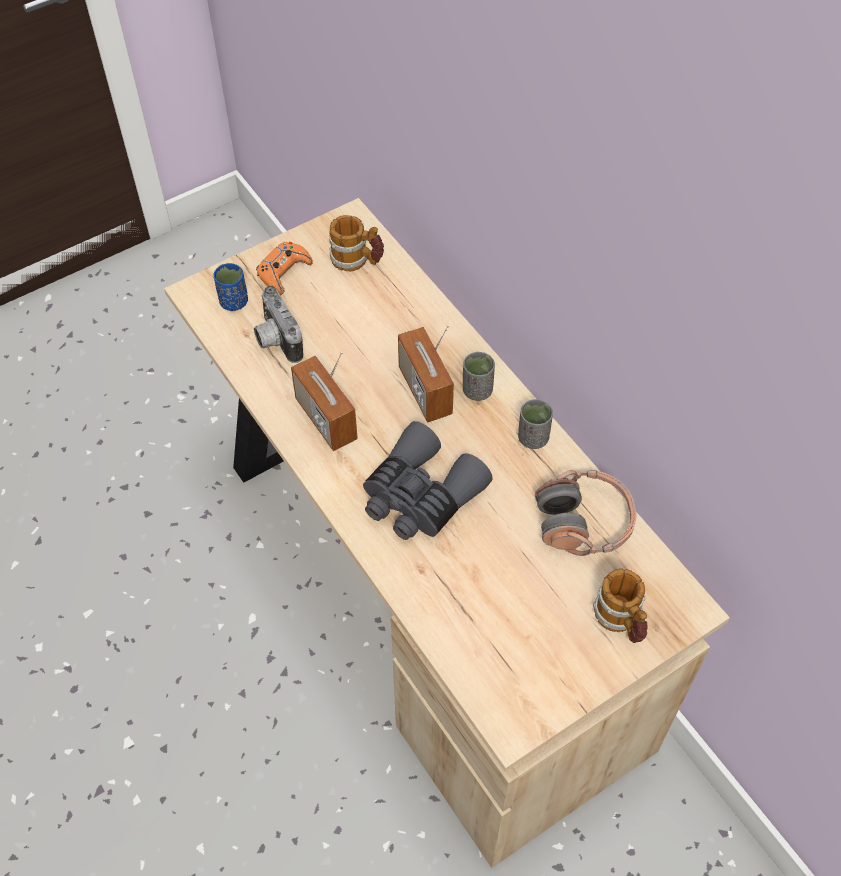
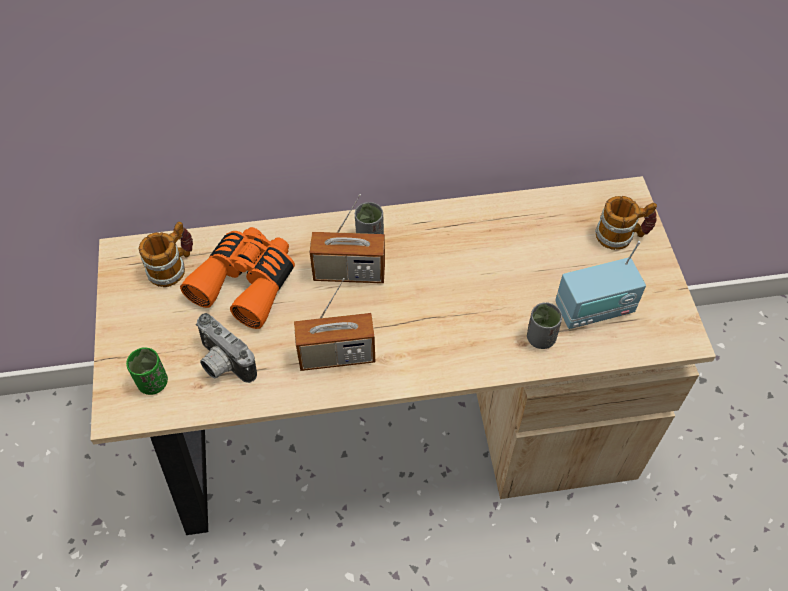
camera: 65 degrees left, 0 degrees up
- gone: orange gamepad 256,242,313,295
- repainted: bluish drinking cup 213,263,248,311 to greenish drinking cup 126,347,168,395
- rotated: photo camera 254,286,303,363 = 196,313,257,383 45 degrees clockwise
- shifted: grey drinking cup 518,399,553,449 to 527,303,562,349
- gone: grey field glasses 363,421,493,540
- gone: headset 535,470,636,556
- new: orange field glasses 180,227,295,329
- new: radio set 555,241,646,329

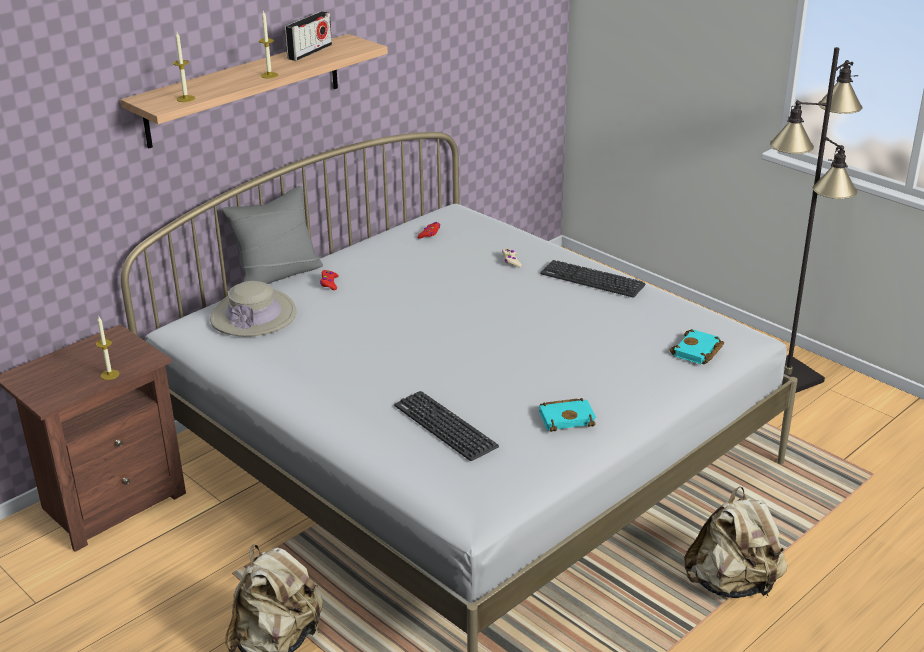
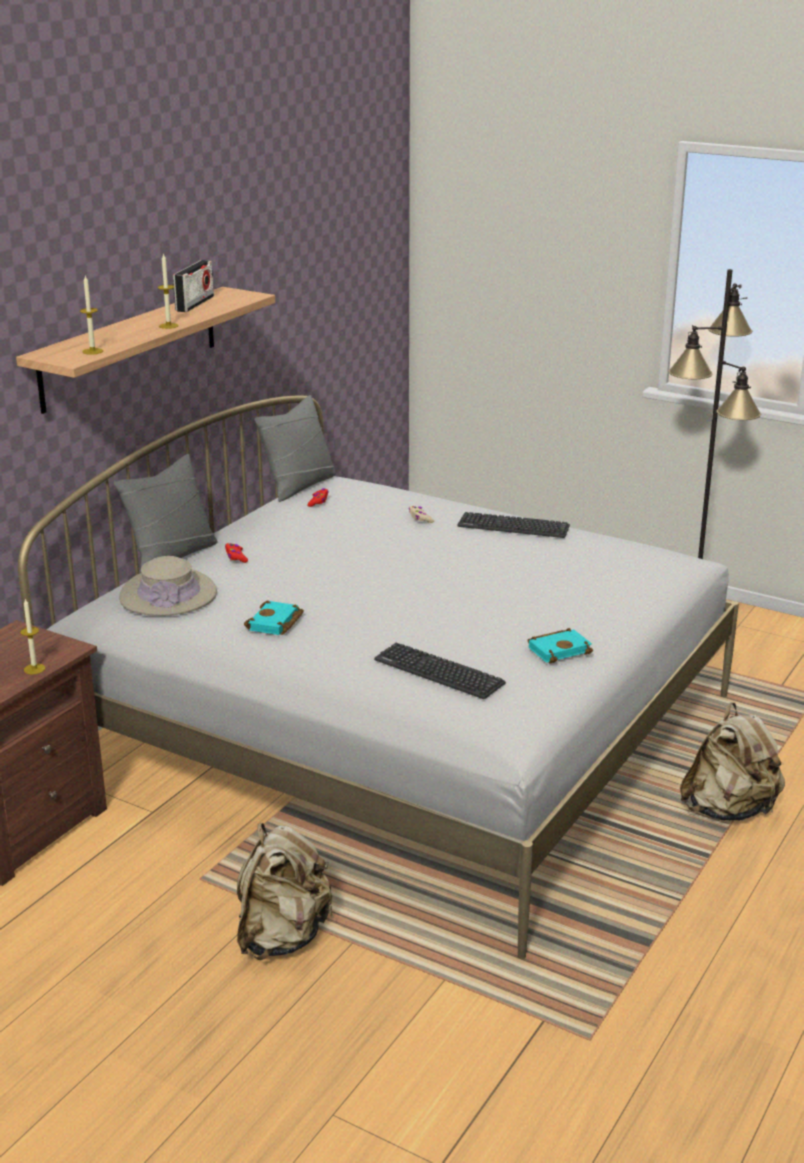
camera: 15 degrees left, 5 degrees down
- shifted: blue-green volume 670,329,724,364 to 244,600,304,635
- new: grey pillow 254,395,336,502

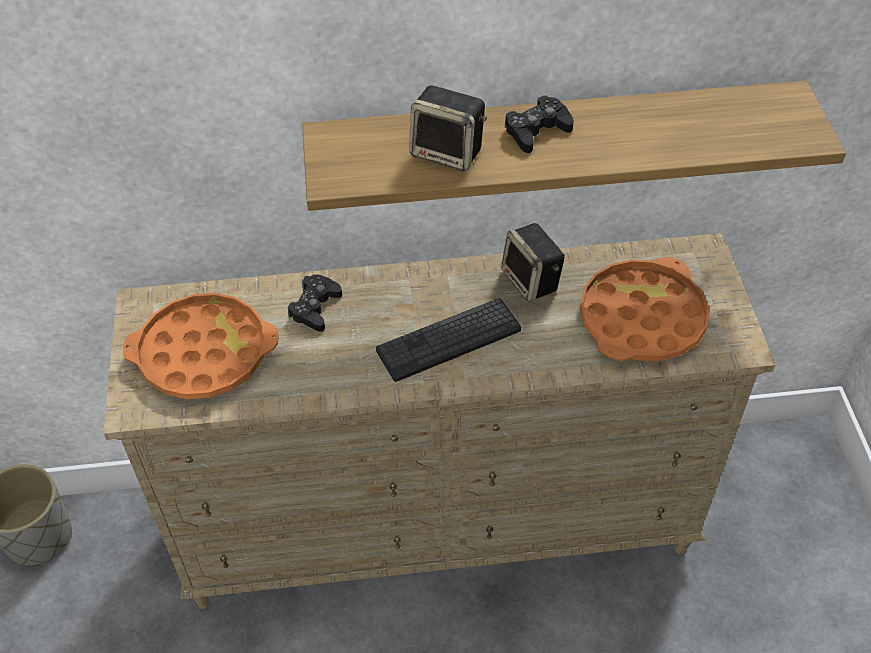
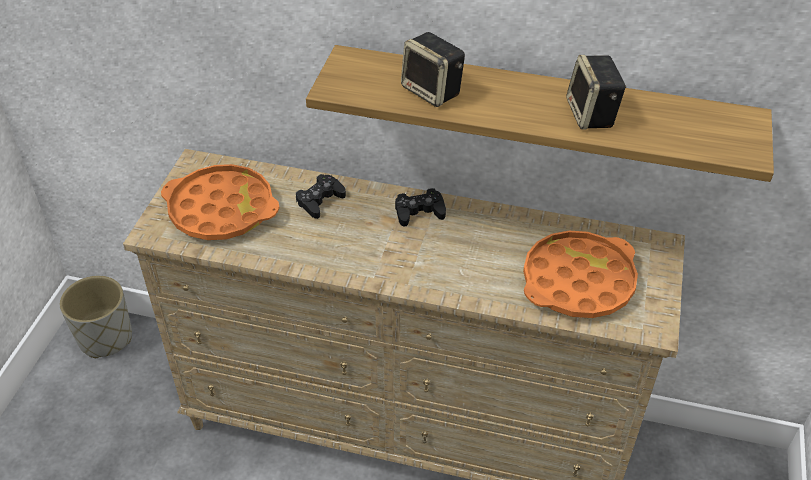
camera: 20 degrees right, 5 degrees down
- shifted: black-coloured gamepad 505,95,574,153 to 395,188,446,227
- shifted: speaker 501,223,565,302 to 566,55,626,129
- gone: PC keyboard 376,298,521,382

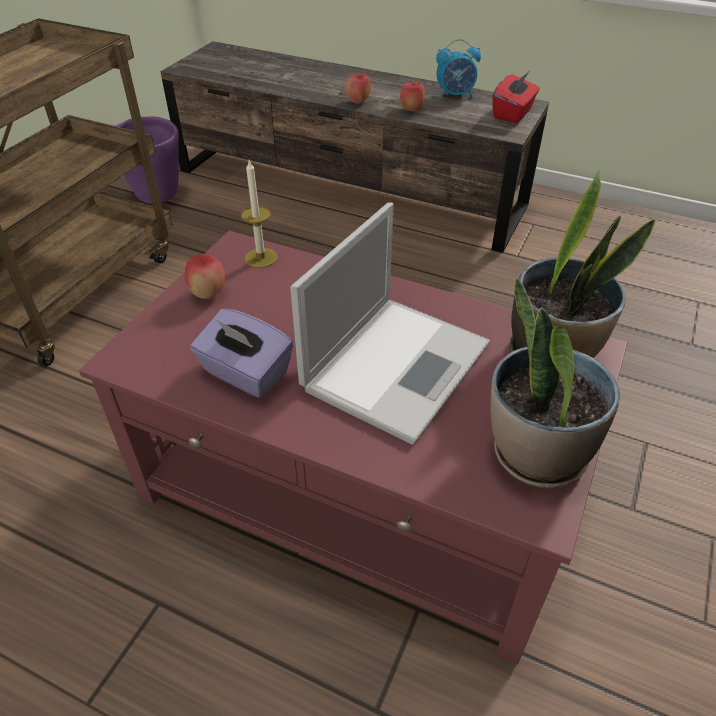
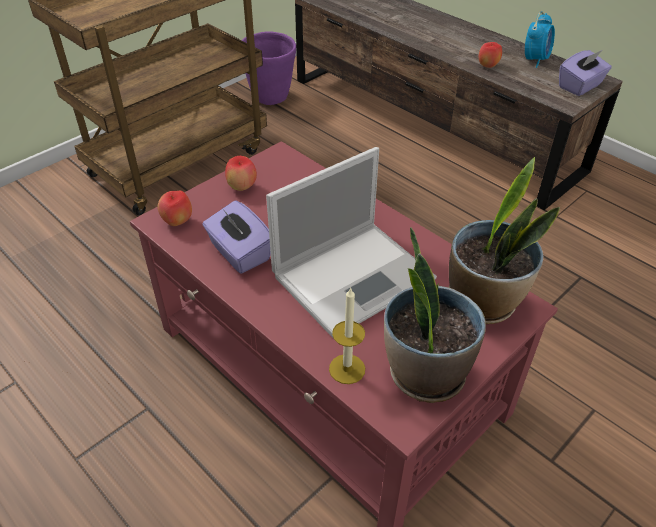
camera: 20 degrees right, 0 degrees up
- rotated: bedside clock 436,39,481,99 = 525,11,555,68 75 degrees counterclockwise
- repainted: reddish box of tissues 493,72,540,123 to purple-coloured box of tissues 559,50,612,96
- shifted: apple fruit 345,73,371,104 to 157,191,192,226
- shifted: wax candle 241,161,278,268 to 329,288,365,384

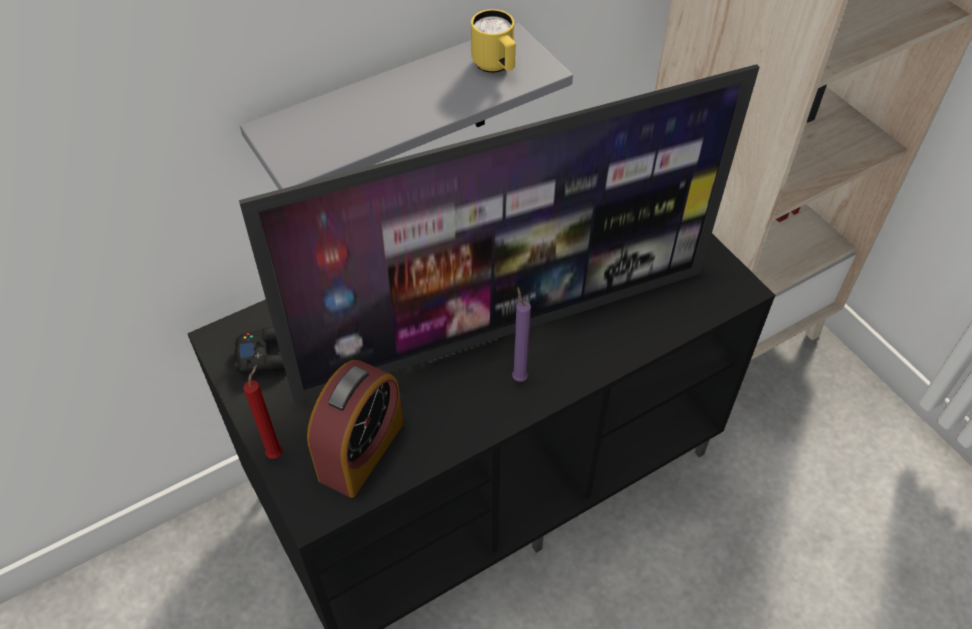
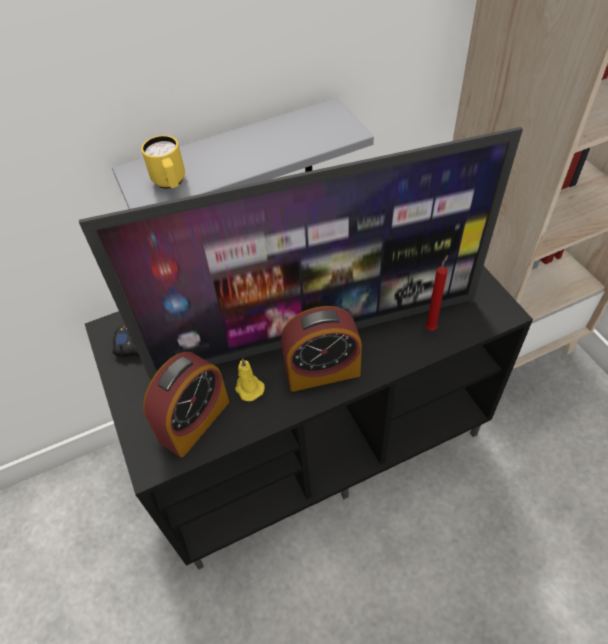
camera: 10 degrees right, 0 degrees up
- shifted: yellow-coloured coffee mug 471,9,516,73 to 141,135,185,189
- swapped: purple-coloured wax candle 512,286,531,382 to bedside clock 281,306,362,392
- shifted: reddish wax candle 243,365,283,459 to 425,255,448,331
- new: yellow-coloured wax candle 235,358,265,401

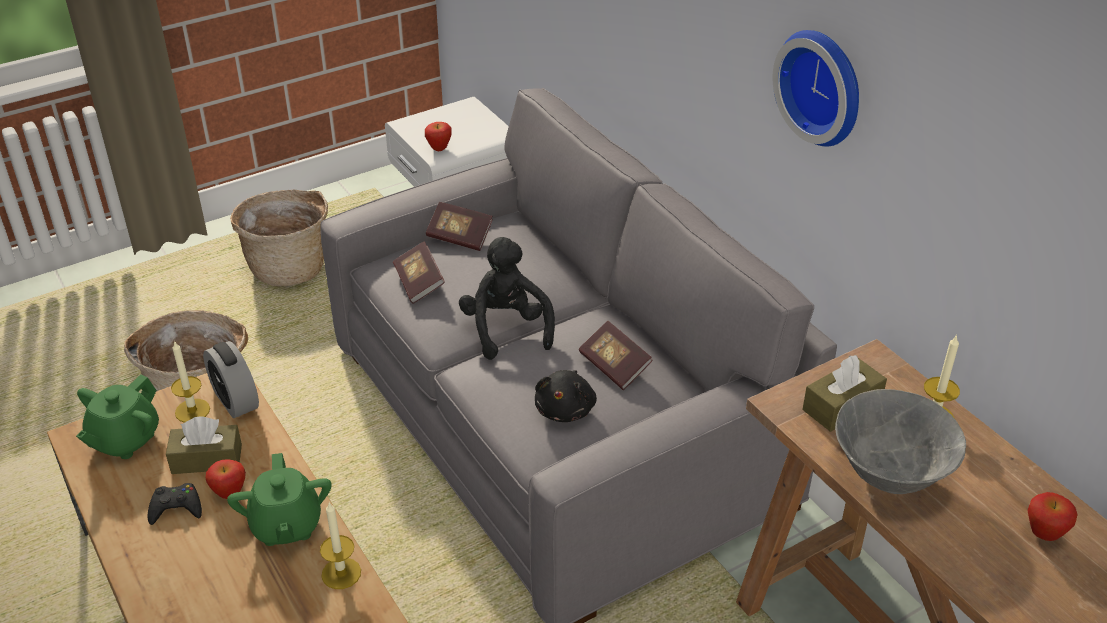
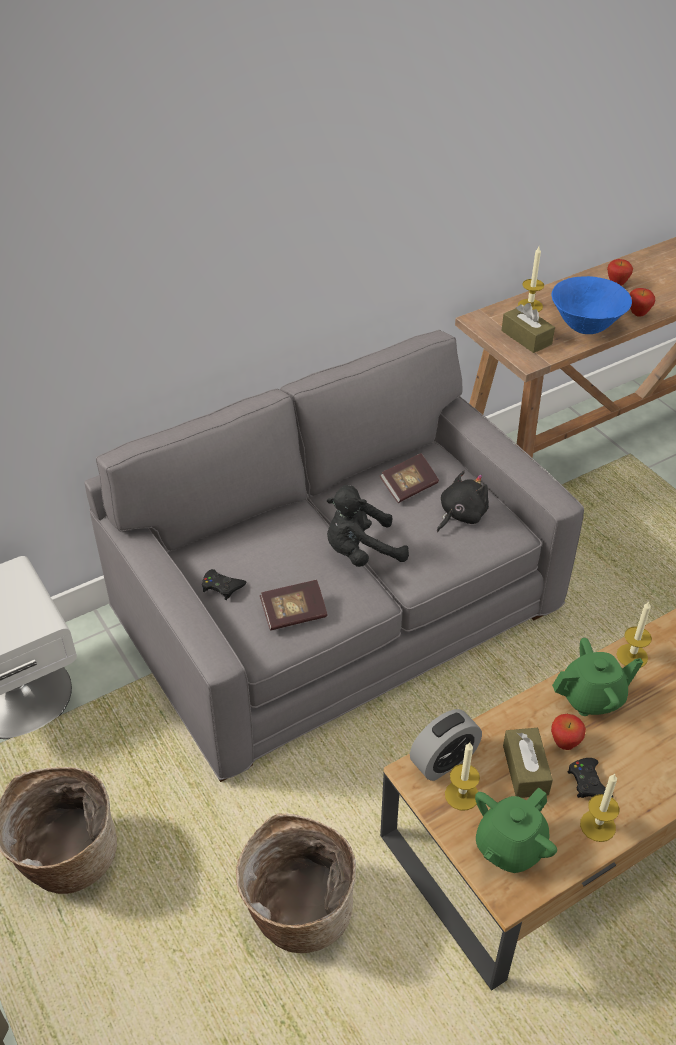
camera: 90 degrees left, 5 degrees up
- gone: wall clock 773,30,859,147
- shifted: apple fruit 425,122,452,151 to 629,288,655,317
- swapped: volume 426,202,493,251 to black-coloured gamepad 202,569,247,600
- rotated: black-coloured cuddly toy 535,370,597,422 = 437,470,489,532 60 degrees counterclockwise
- rotated: greenish tea pot 76,374,159,459 = 475,787,557,873 105 degrees clockwise
- repainted: grey deep dish 835,389,966,494 to bluish deep dish 551,276,632,334
- new: wax candle 580,774,619,842

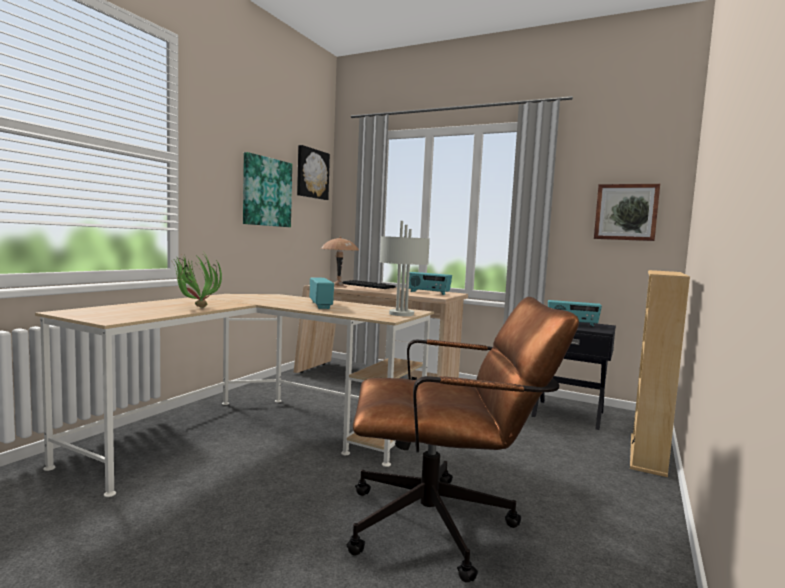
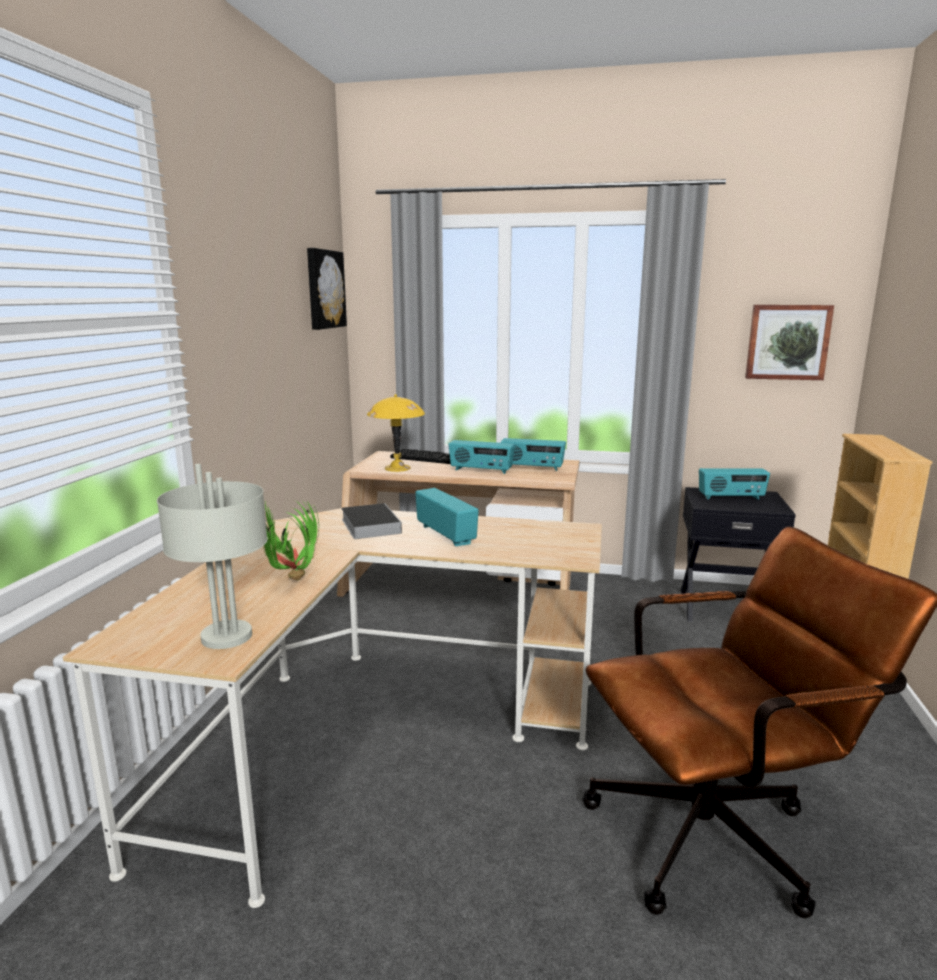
camera: 15 degrees left, 10 degrees up
- gone: picture 243,152,292,227
- shifted: grey tabletop lamp 380,221,430,316 to 157,464,268,649
- repainted: brownish tabletop lamp 321,236,359,288 to yellow-coloured tabletop lamp 367,394,425,472
- new: radio set 448,440,515,474
- new: volume 341,503,402,539

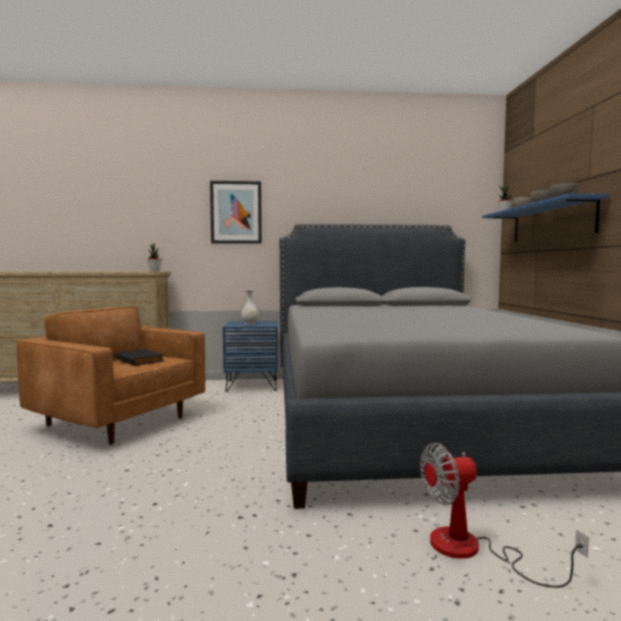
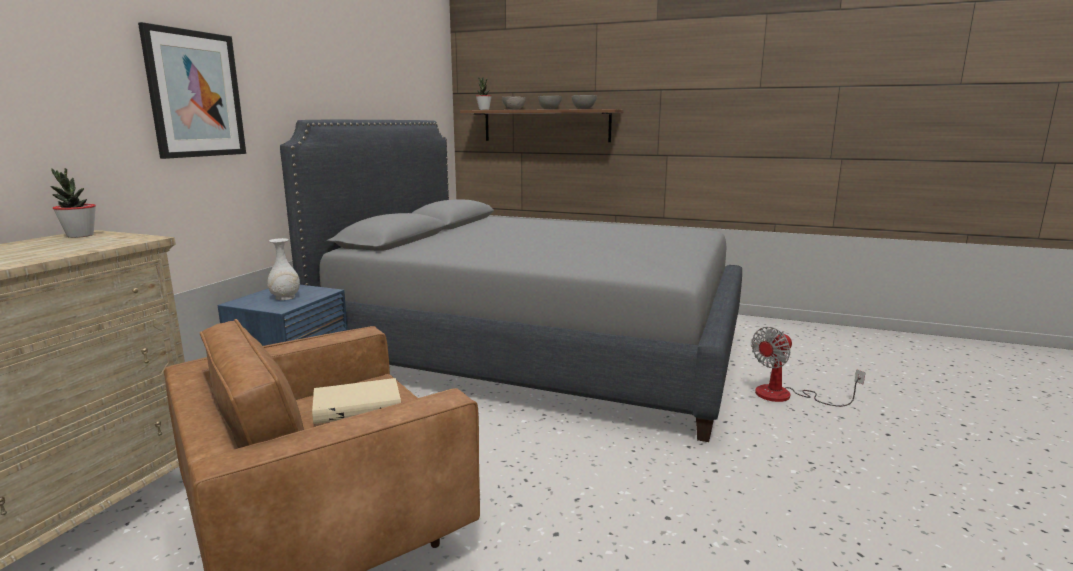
camera: 65 degrees left, 10 degrees up
- repainted: bluish wall shelf 482,194,610,242 to brownish wall shelf 460,109,624,142
- repainted: black-coloured volume 116,349,164,366 to beige volume 312,378,401,424
- rotated: cooling fan 420,443,589,588 = 751,327,866,406 45 degrees clockwise

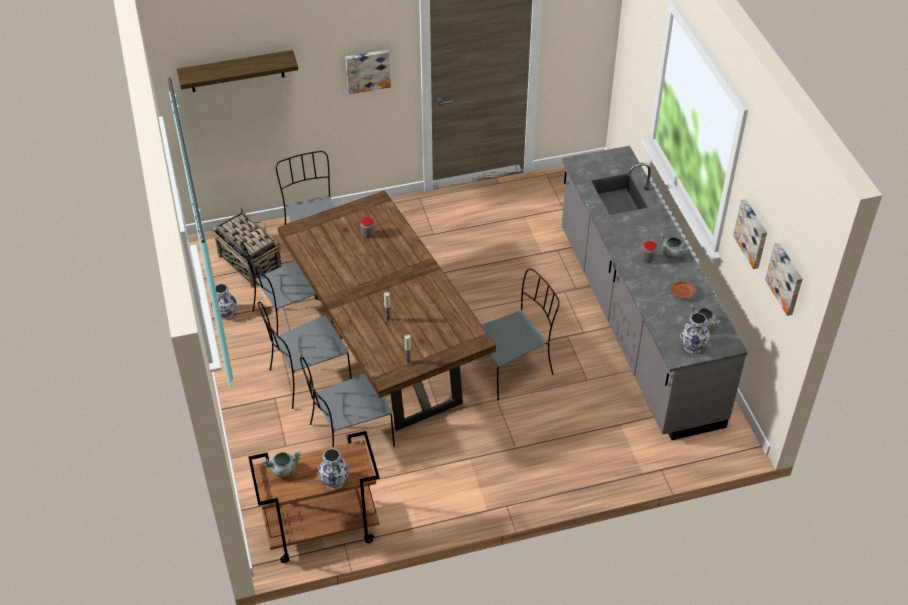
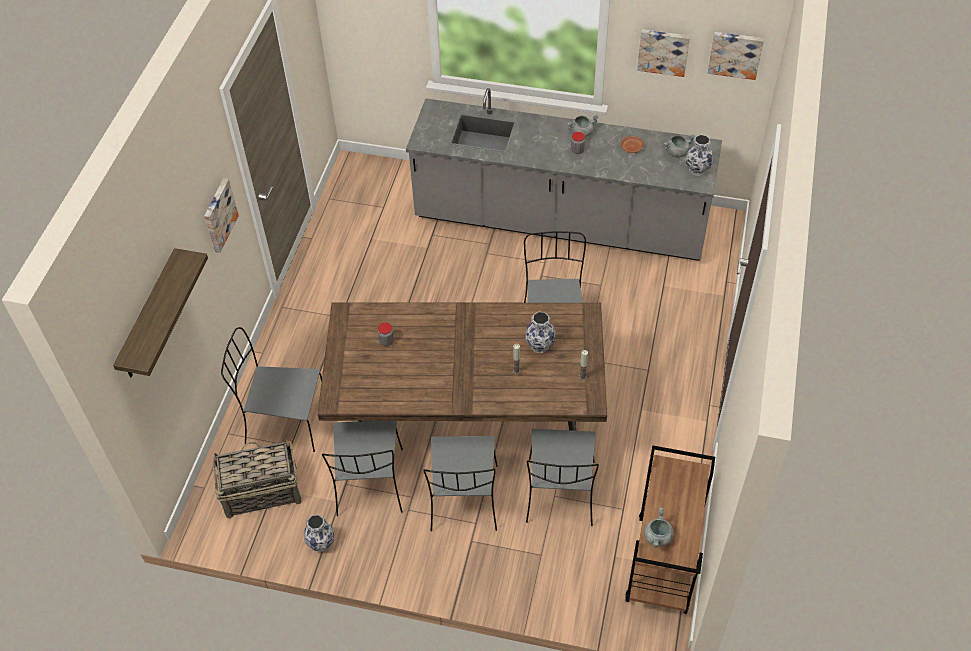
camera: 60 degrees left, 5 degrees up
- shifted: flower vase 318,448,350,490 to 525,312,556,353

